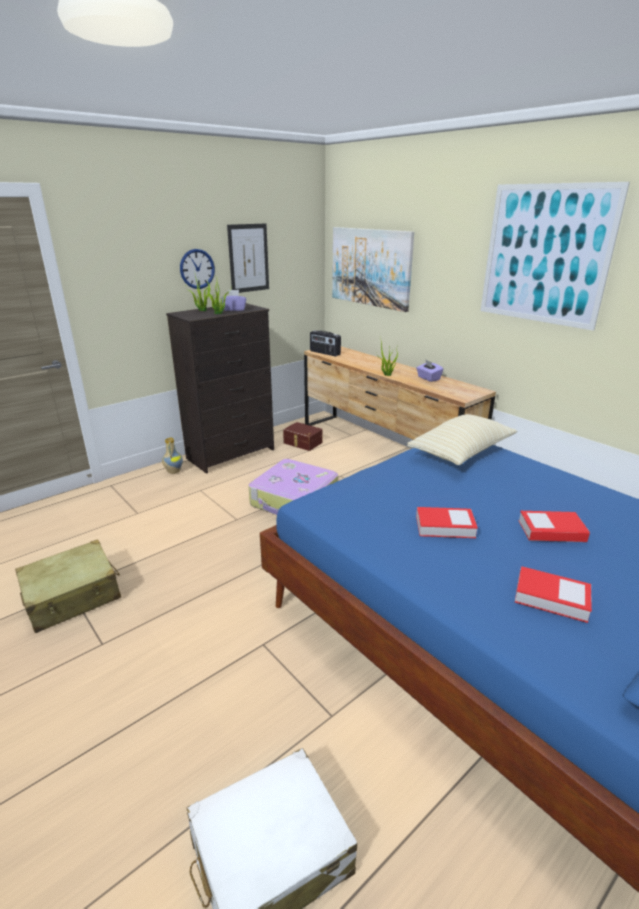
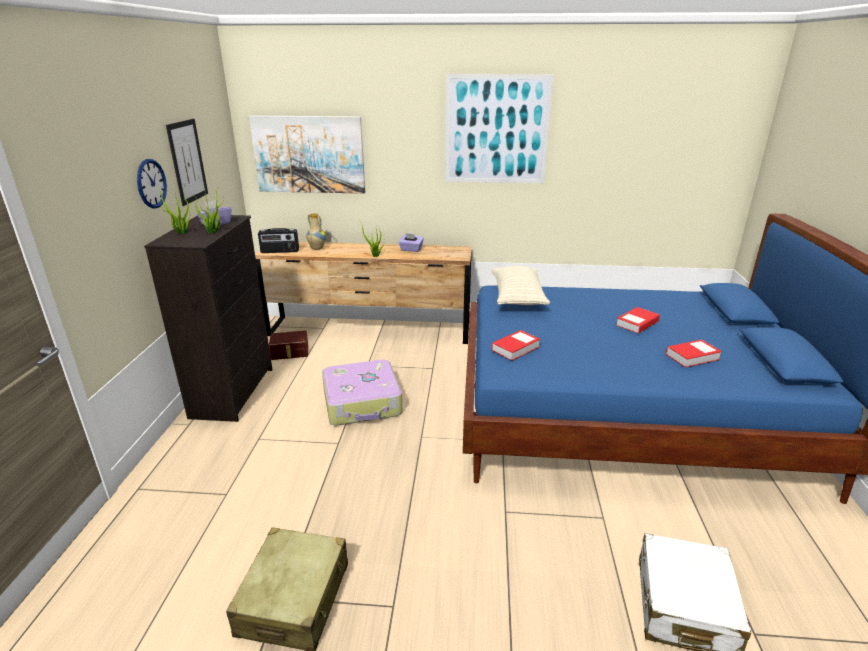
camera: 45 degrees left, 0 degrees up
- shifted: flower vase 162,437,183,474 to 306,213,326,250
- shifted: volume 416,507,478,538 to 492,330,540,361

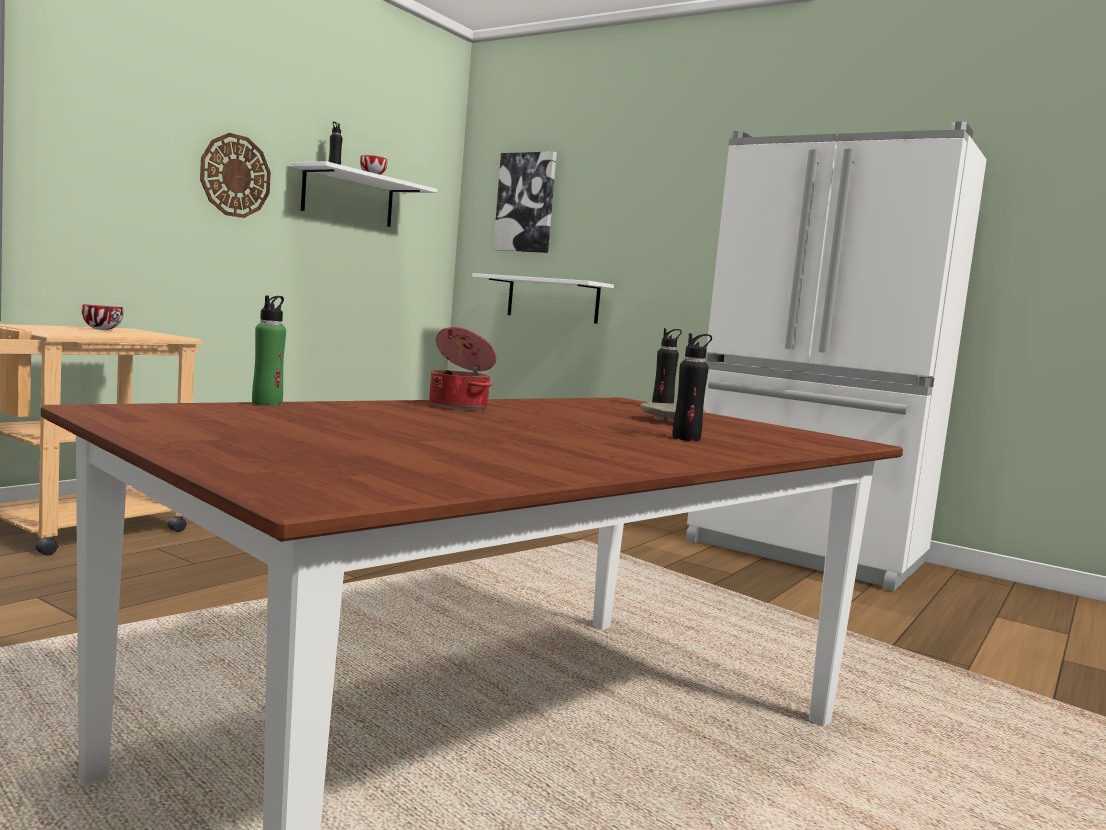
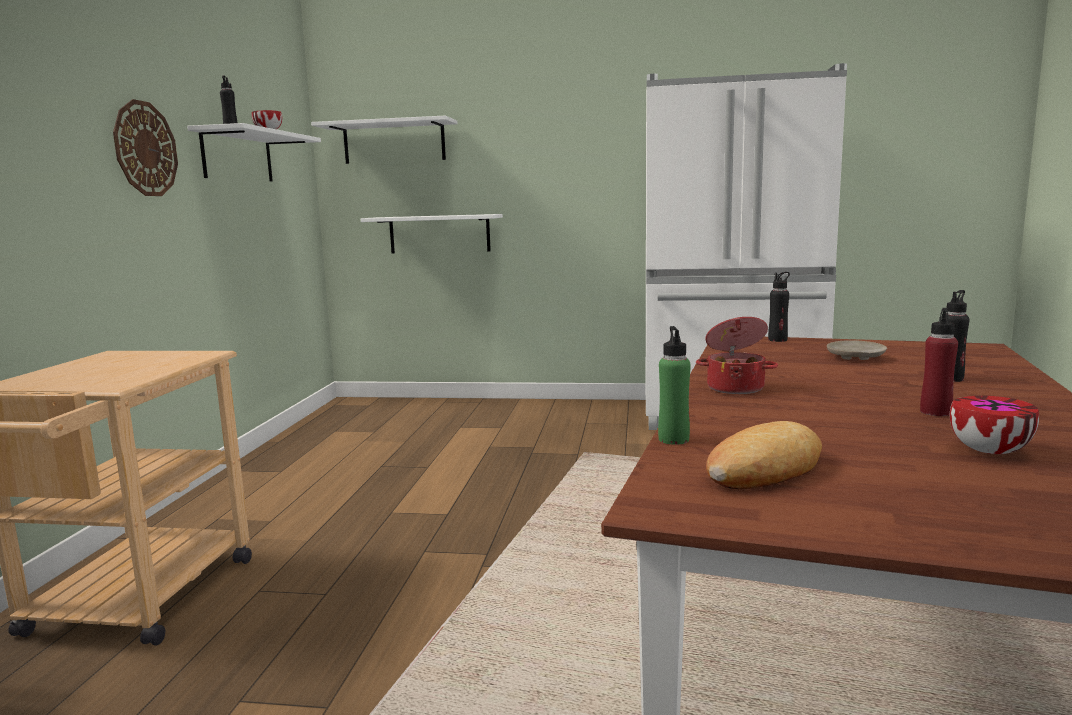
camera: 25 degrees left, 5 degrees up
- swapped: picture 493,151,557,253 to white-coloured wall shelf 311,116,457,164
- shifted: deep dish 82,304,123,330 to 950,396,1039,454
- new: reddish bottle 920,308,958,416
- new: baked bread 706,421,822,489

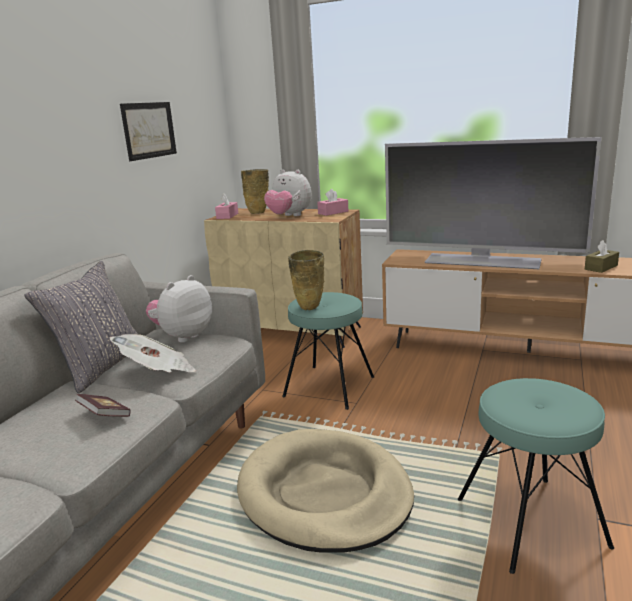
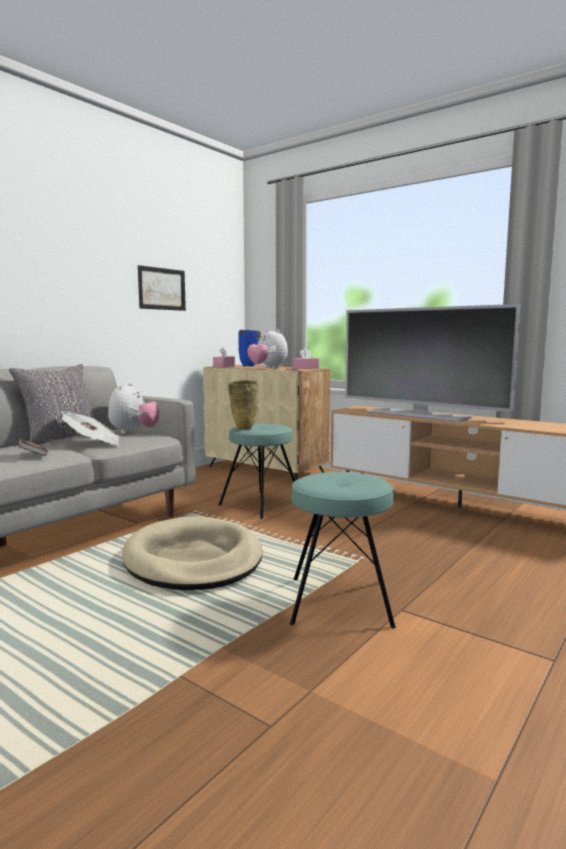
camera: 15 degrees right, 10 degrees down
- repainted: beige flower vase 241,169,269,214 to bluish flower vase 238,330,261,366
- gone: brownish box of tissues 585,240,619,273
- rotated: cuddly toy 146,275,212,343 = 108,383,159,434 135 degrees clockwise

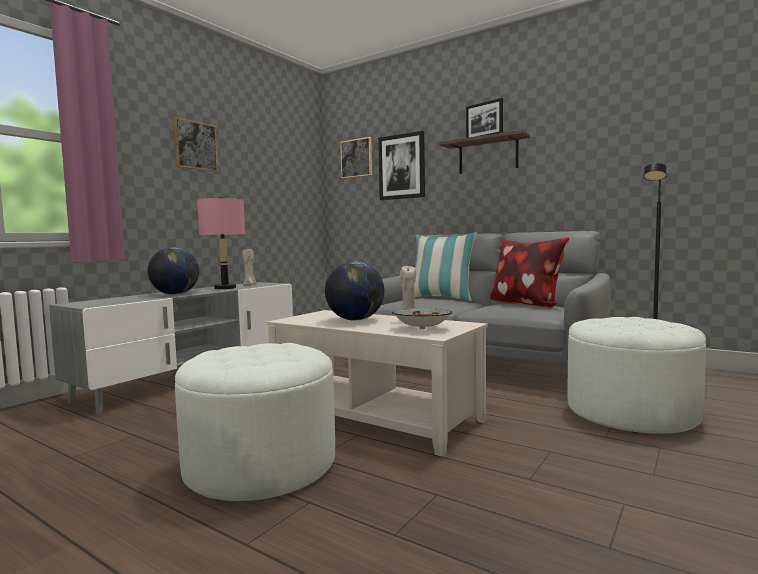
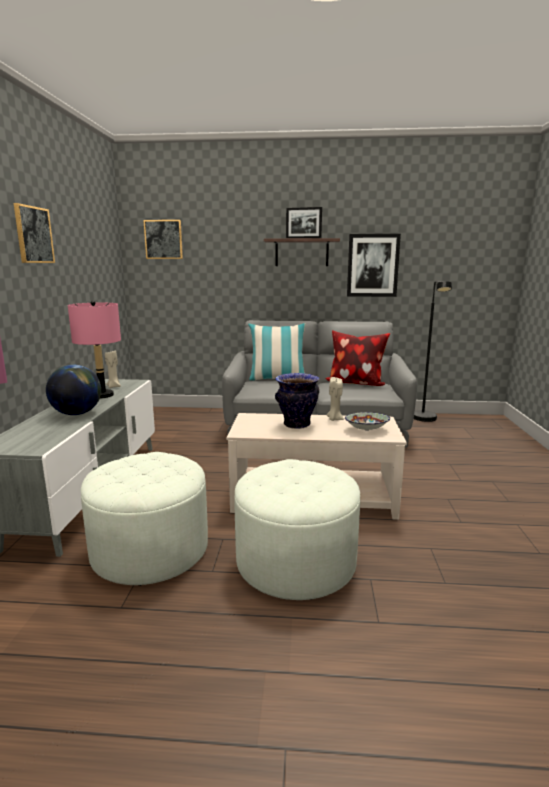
camera: 30 degrees left, 10 degrees up
- shifted: picture 378,131,425,200 to 347,234,401,297
- swapped: desk globe 325,261,384,321 to flower vase 275,373,320,429
- shifted: white-coloured footrest 568,317,706,434 to 81,452,208,586

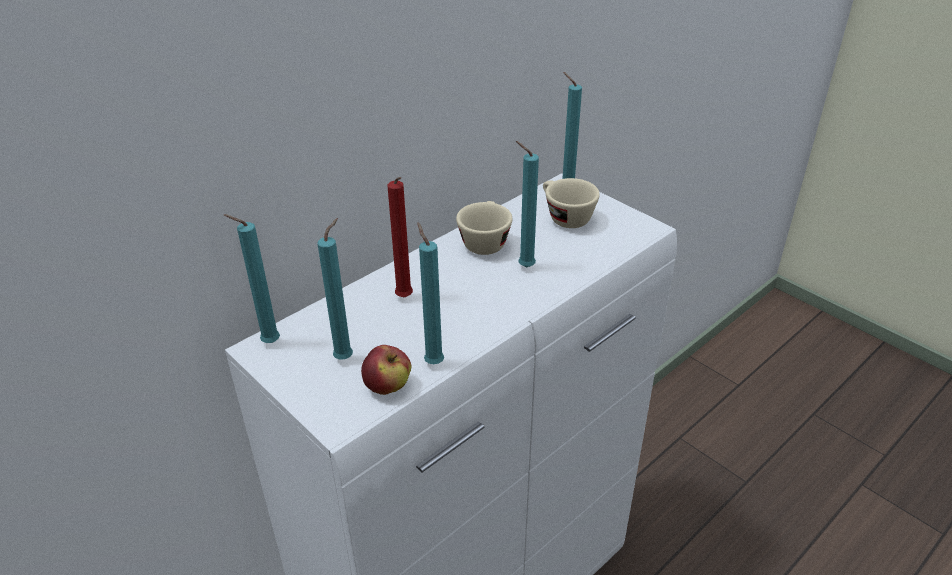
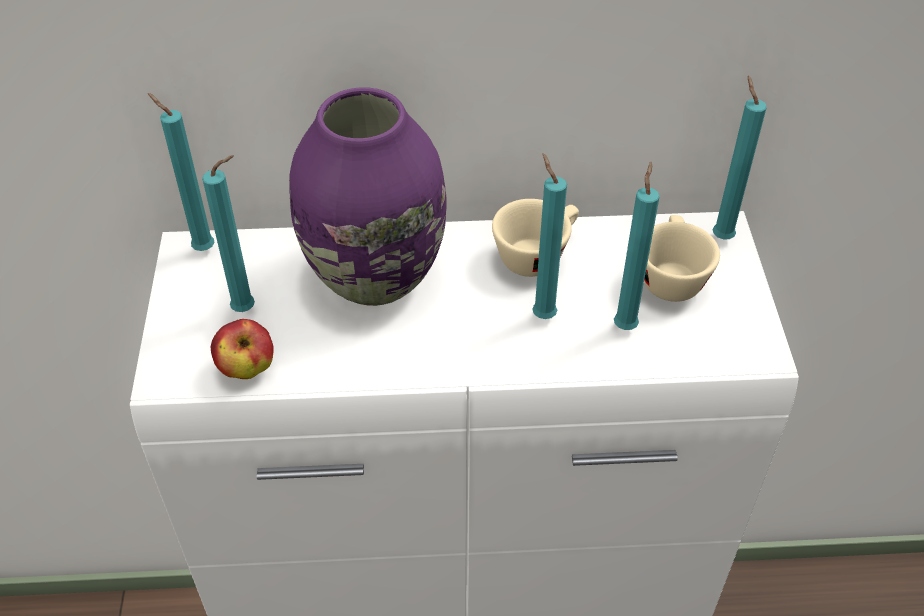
camera: 40 degrees right, 10 degrees up
- swapped: reddish wax candle 387,177,413,298 to purple-coloured flower vase 289,87,447,306
- shifted: blue-green wax candle 417,222,444,364 to 614,162,660,330

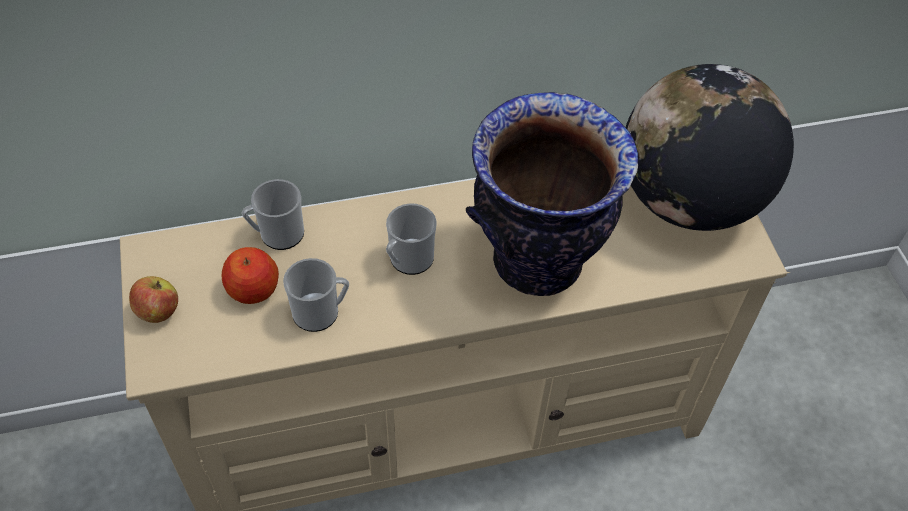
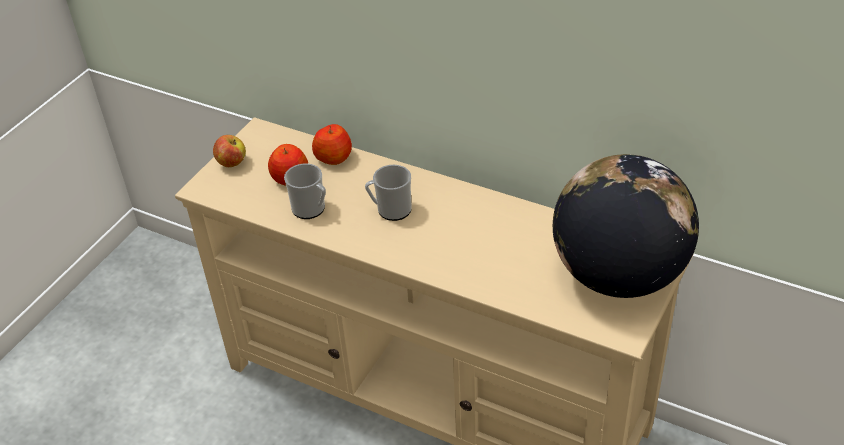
camera: 45 degrees right, 10 degrees down
- gone: flower vase 466,92,638,296
- swapped: coffee mug 242,179,304,250 to apple fruit 312,124,352,165

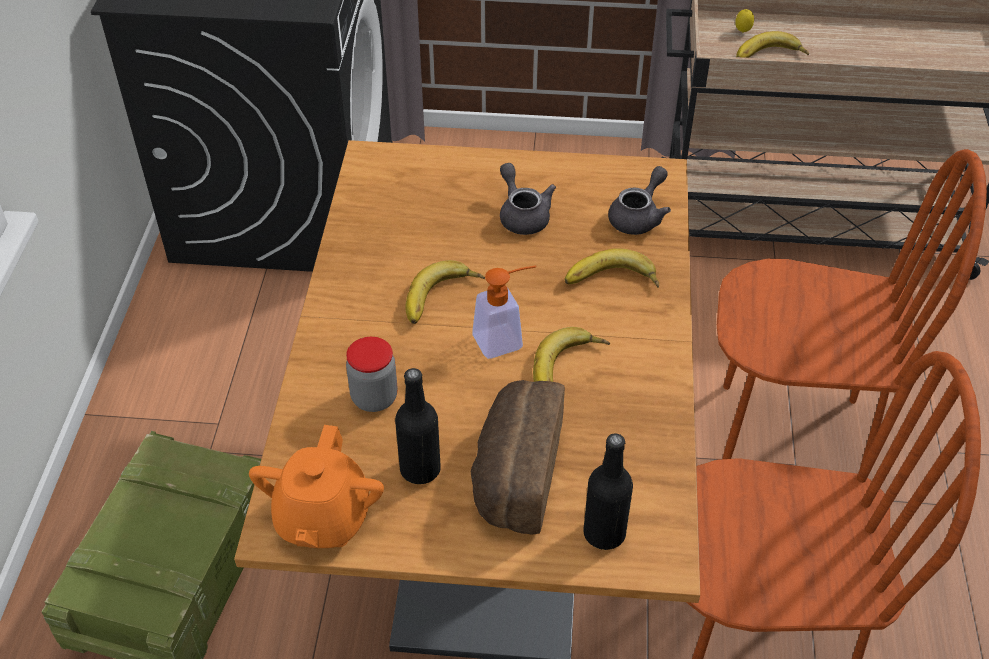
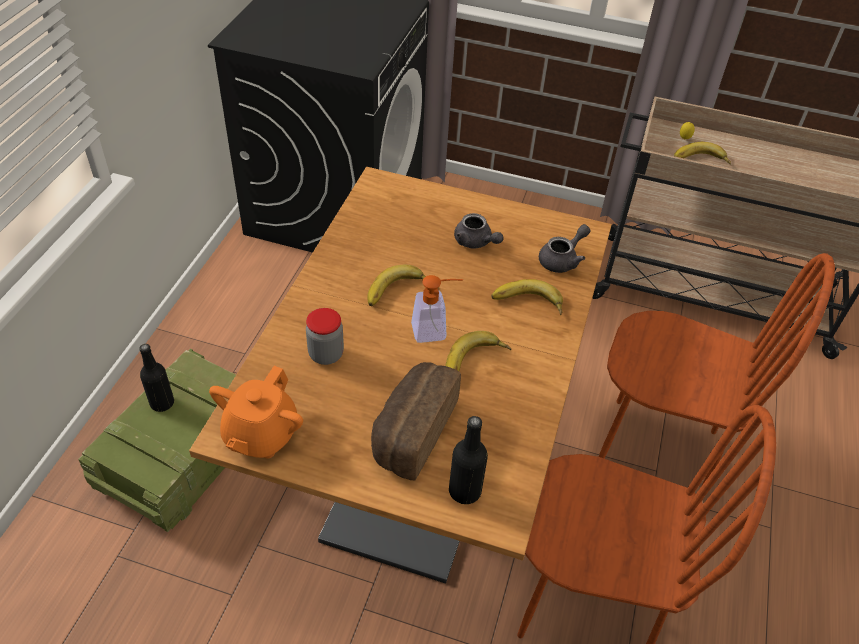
camera: 10 degrees right, 0 degrees up
- rotated: grey tea pot 500,163,556,235 = 454,213,504,248 150 degrees clockwise
- shifted: black-coloured bottle 395,368,441,484 to 139,344,174,412

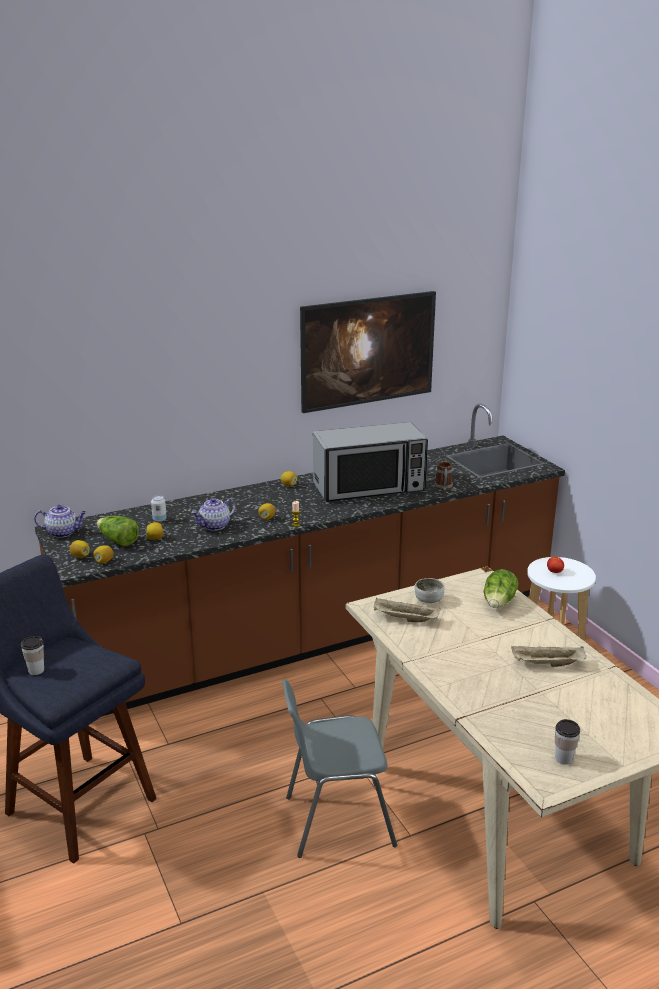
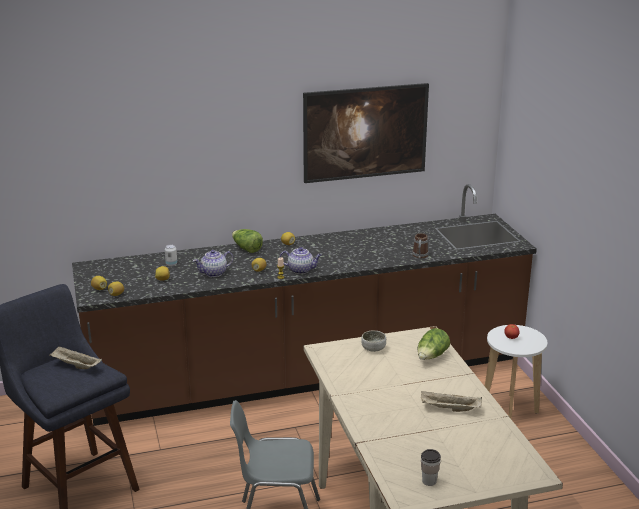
camera: 10 degrees right, 0 degrees up
- gone: kitchen microwave 313,422,428,502
- shifted: tea pot 34,505,86,538 to 280,247,322,274
- shifted: head of lettuce 97,516,139,547 to 232,229,263,253
- shifted: beige carrying tray 373,598,440,622 to 49,346,102,369
- gone: drinking cup 21,636,44,675

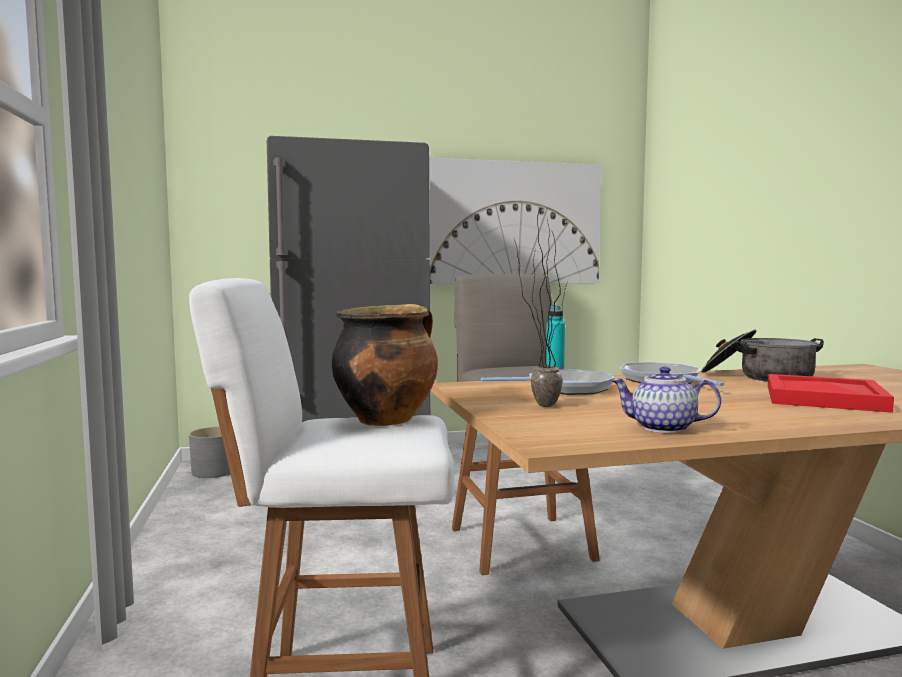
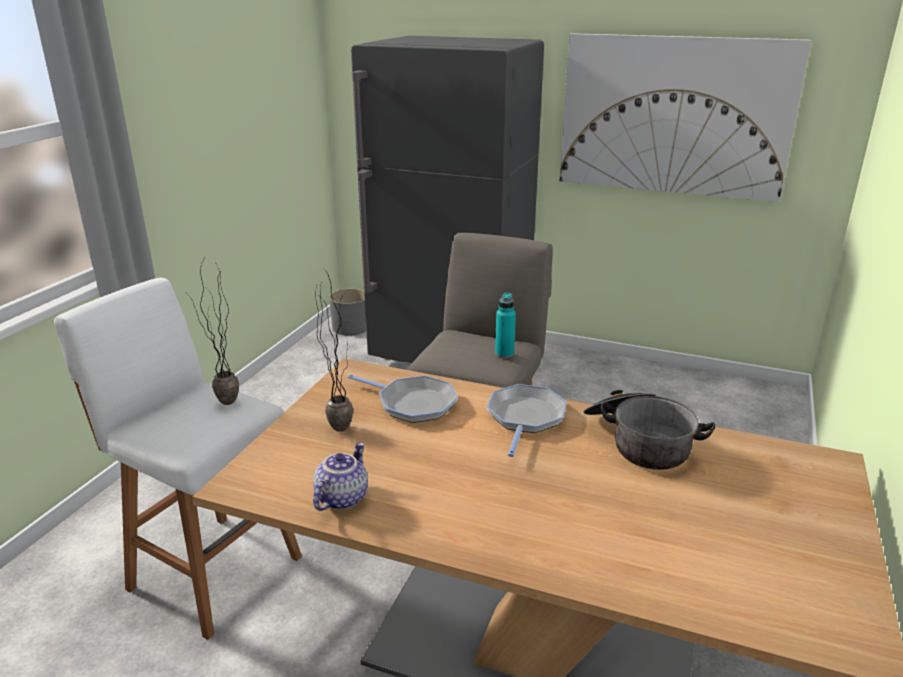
camera: 35 degrees right, 20 degrees up
- swapped: stockpot 332,304,438,426 to houseplant 187,256,239,405
- rotated: tea pot 611,367,721,433 = 313,442,368,511 60 degrees clockwise
- gone: reddish carrying tray 768,374,894,413

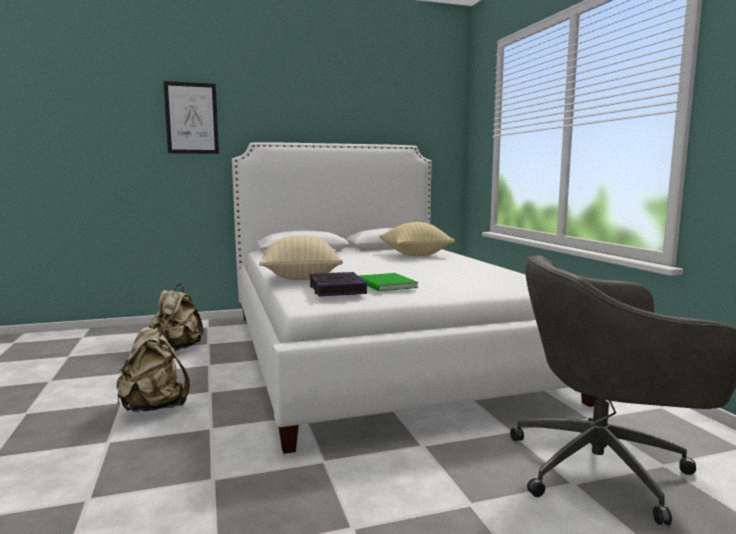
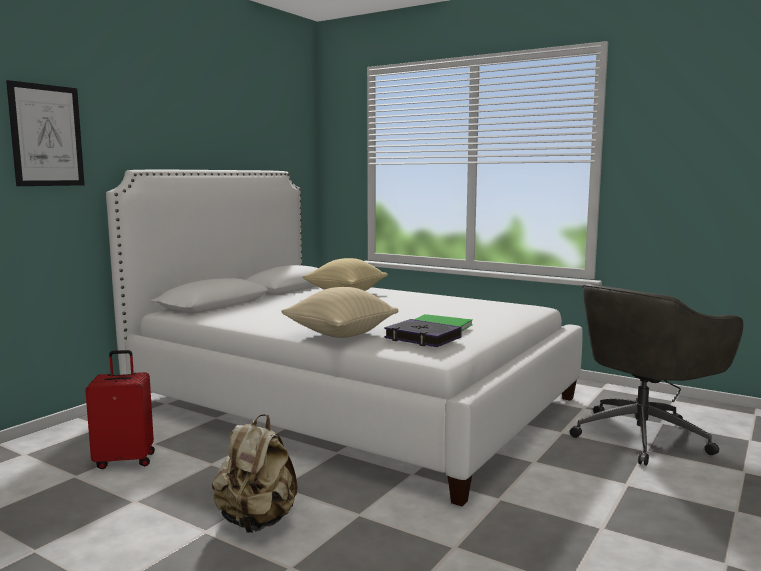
camera: 40 degrees left, 0 degrees up
- swapped: beige backpack 149,284,203,351 to reddish travel case 85,350,155,469

